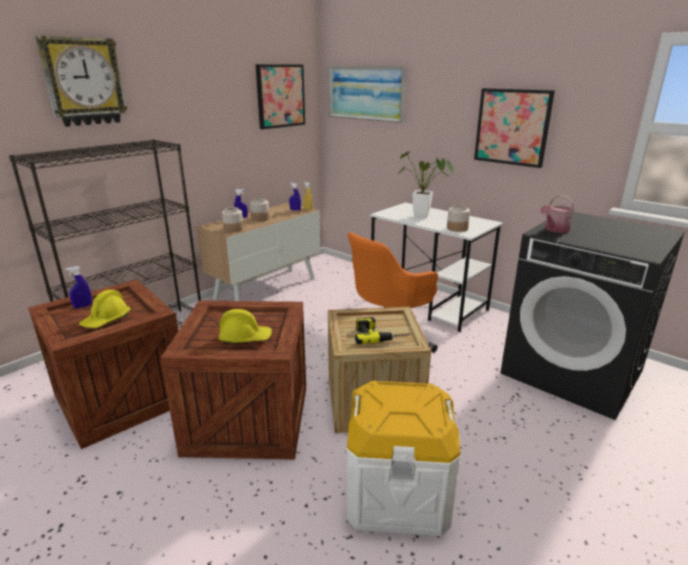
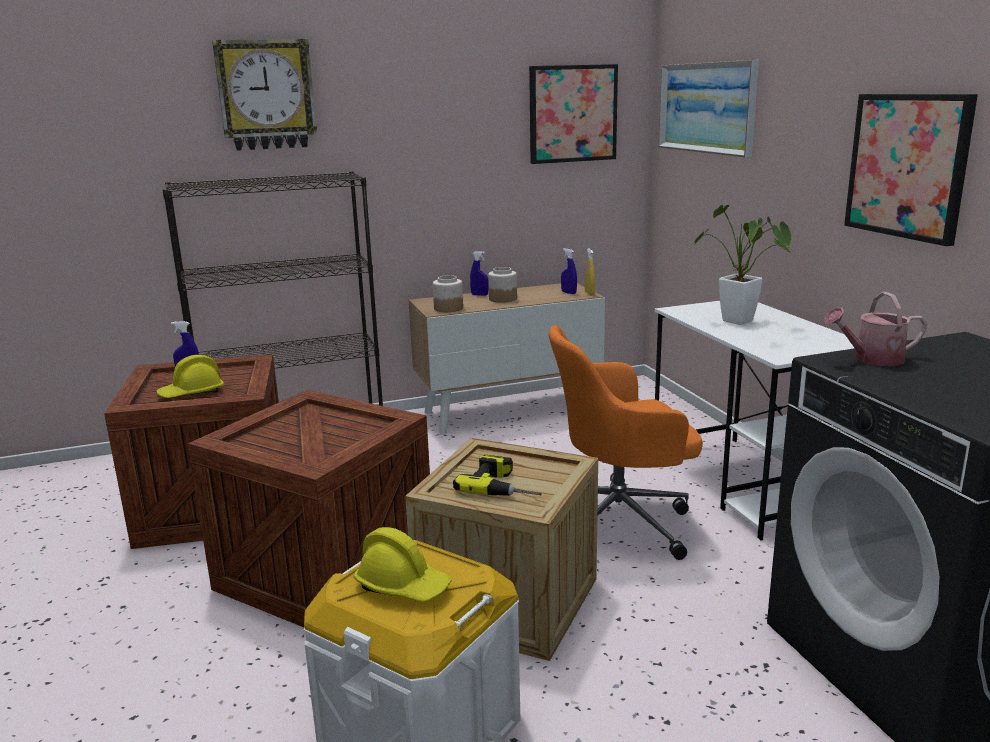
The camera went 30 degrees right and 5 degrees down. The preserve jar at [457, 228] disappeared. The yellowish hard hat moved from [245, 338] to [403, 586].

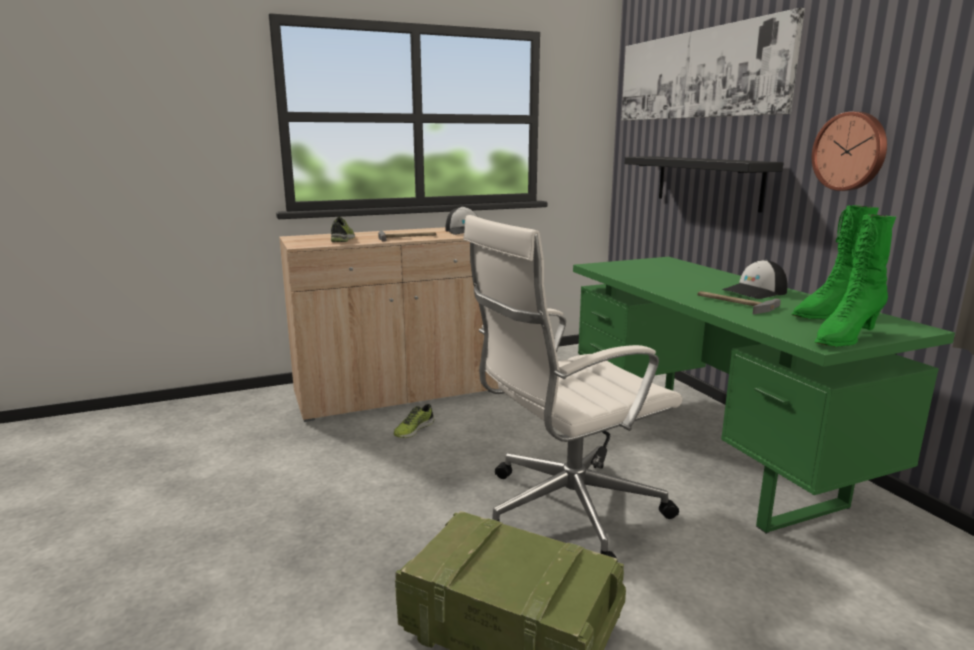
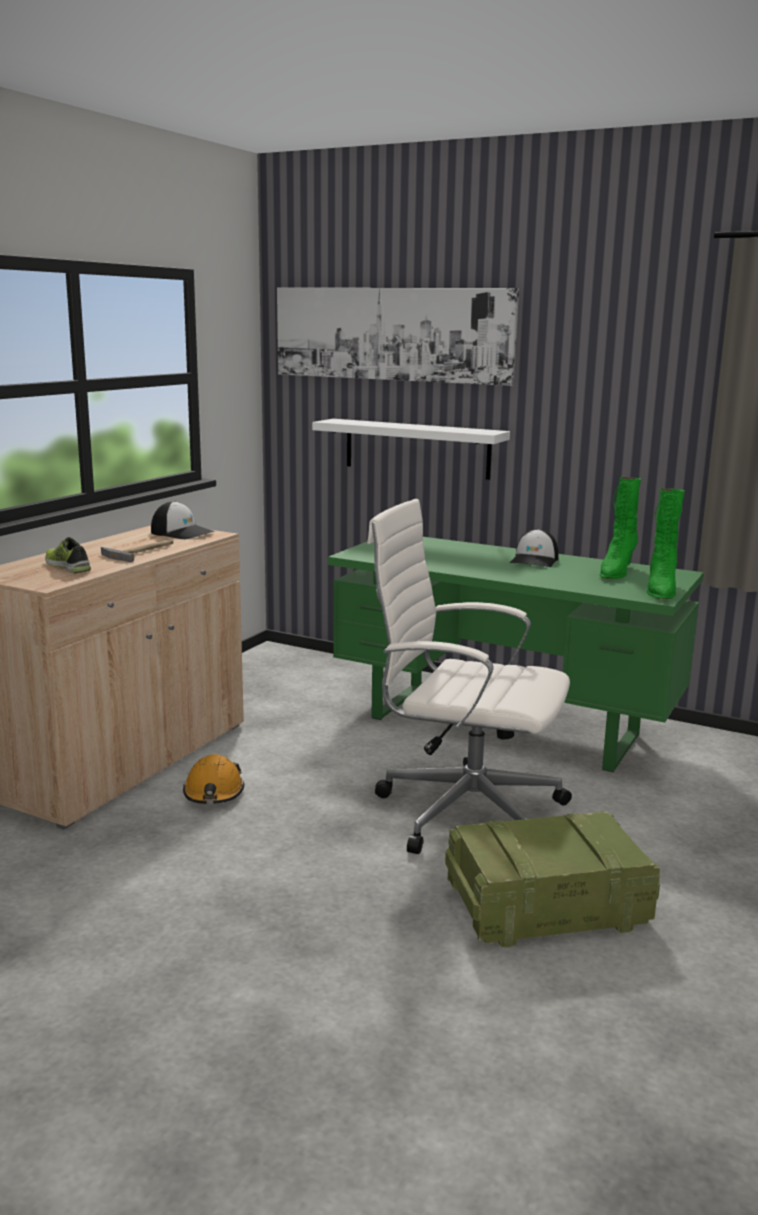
The camera went 40 degrees left and 0 degrees up. The tool hammer at [733, 303] disappeared. The hanging clock at [850, 151] disappeared. The low shoe at [413, 429] was replaced by the orange-coloured hard hat at [214, 793]. The black wall shelf at [708, 182] became the whitish wall shelf at [417, 448]. The whitish office chair at [565, 511] turned 90 degrees clockwise.

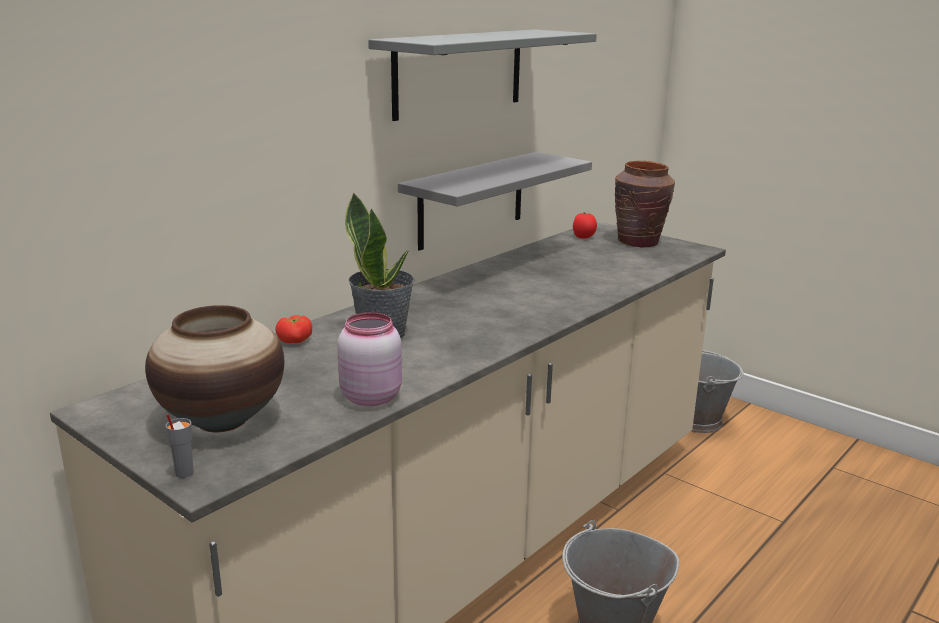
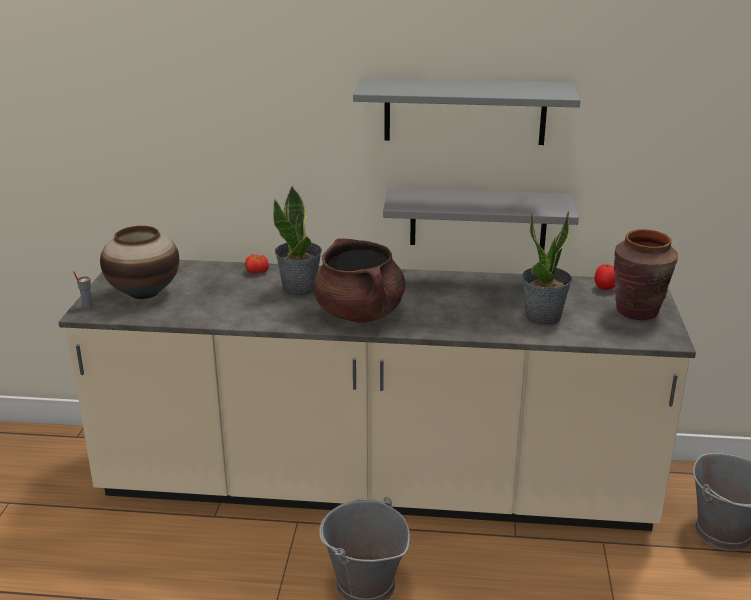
The camera went 55 degrees right and 5 degrees up. The pinkish preserve jar at [370, 396] disappeared. The brownish saucepot at [360, 314] appeared. The potted plant at [543, 317] appeared.

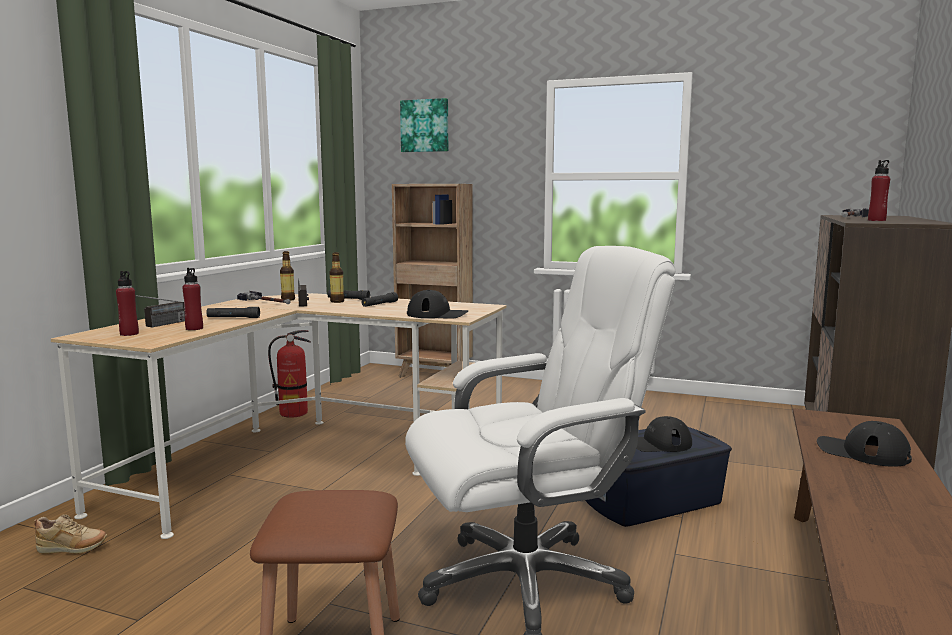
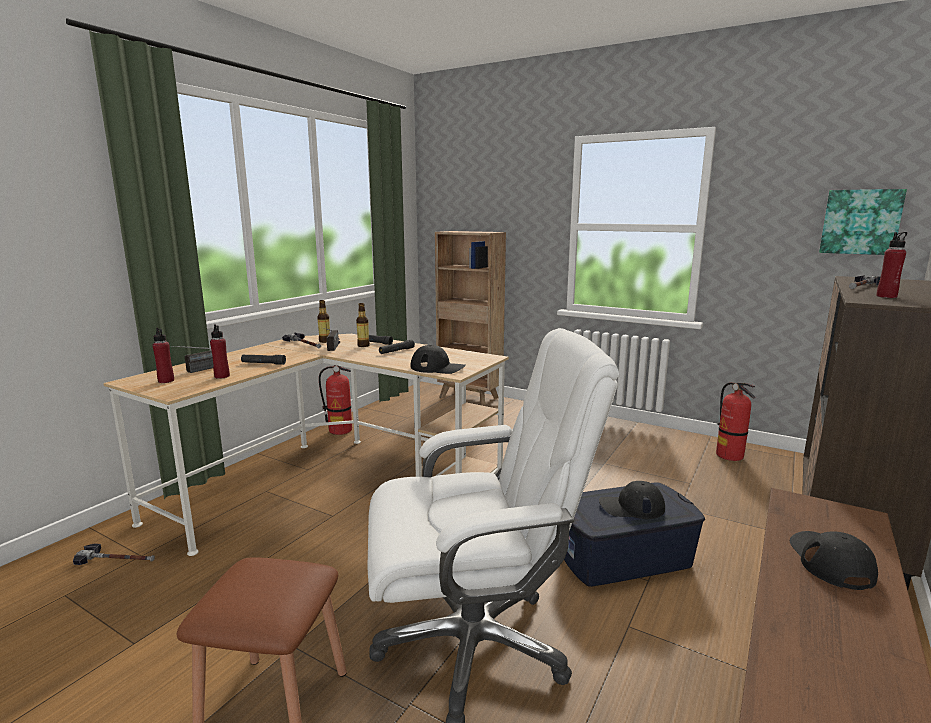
The camera went 10 degrees right and 5 degrees up. The fire extinguisher at [730, 456] appeared. The picture moved from [425, 126] to [860, 222]. The beige-coloured low shoe at [72, 550] was replaced by the tool hammer at [116, 559]. The black cap at [862, 452] turned 45 degrees clockwise.

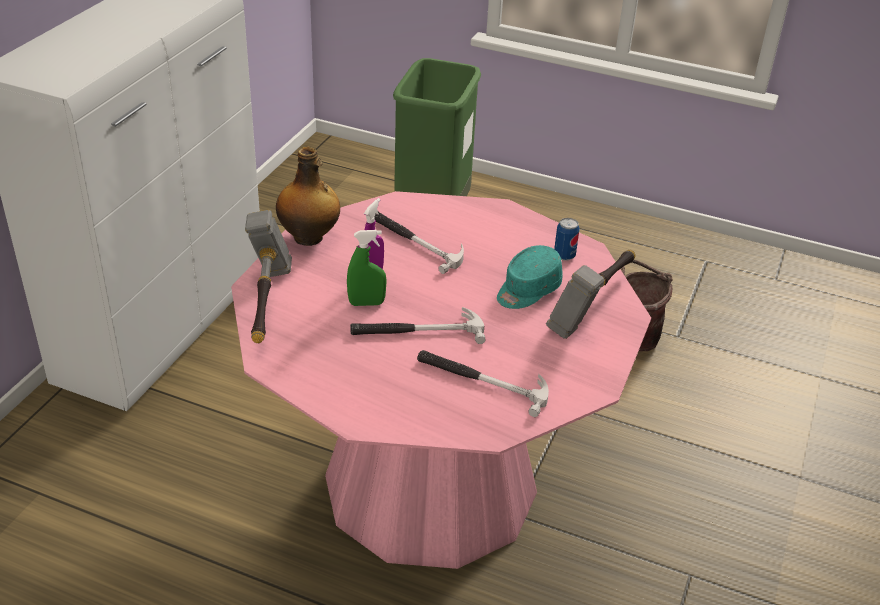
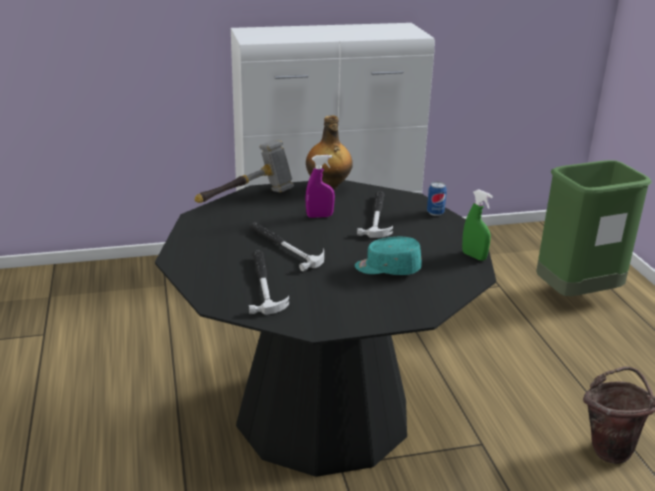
The camera went 55 degrees right and 10 degrees down. The tool hammer at [593, 306] disappeared. The green hand sprayer moved from [366, 303] to [474, 256]. The sealed can moved from [564, 256] to [435, 213]. The pinkish dinner table at [431, 484] became the black dinner table at [323, 413].

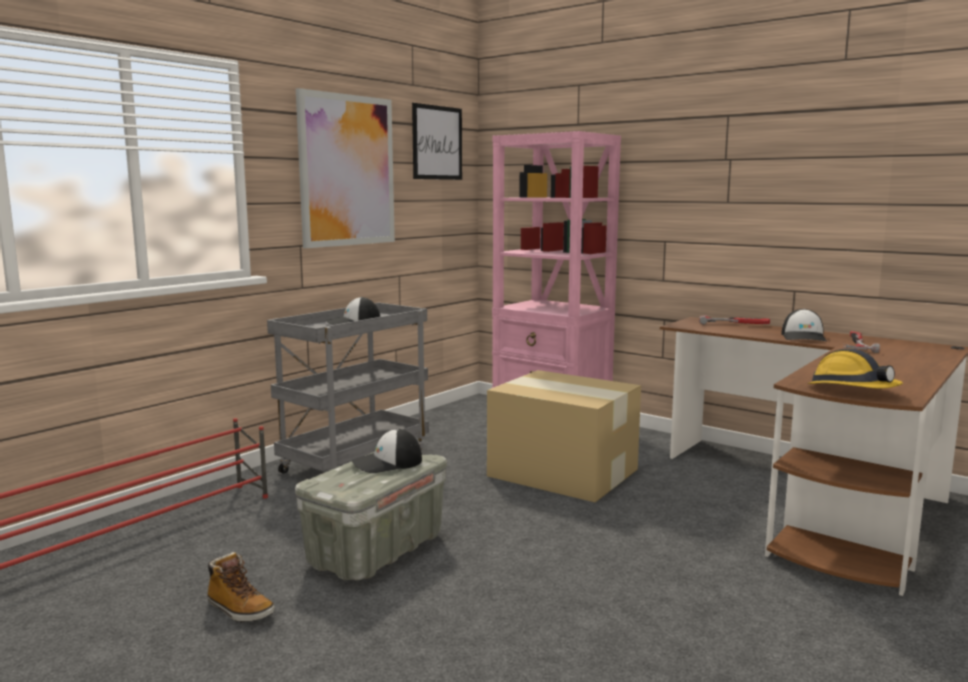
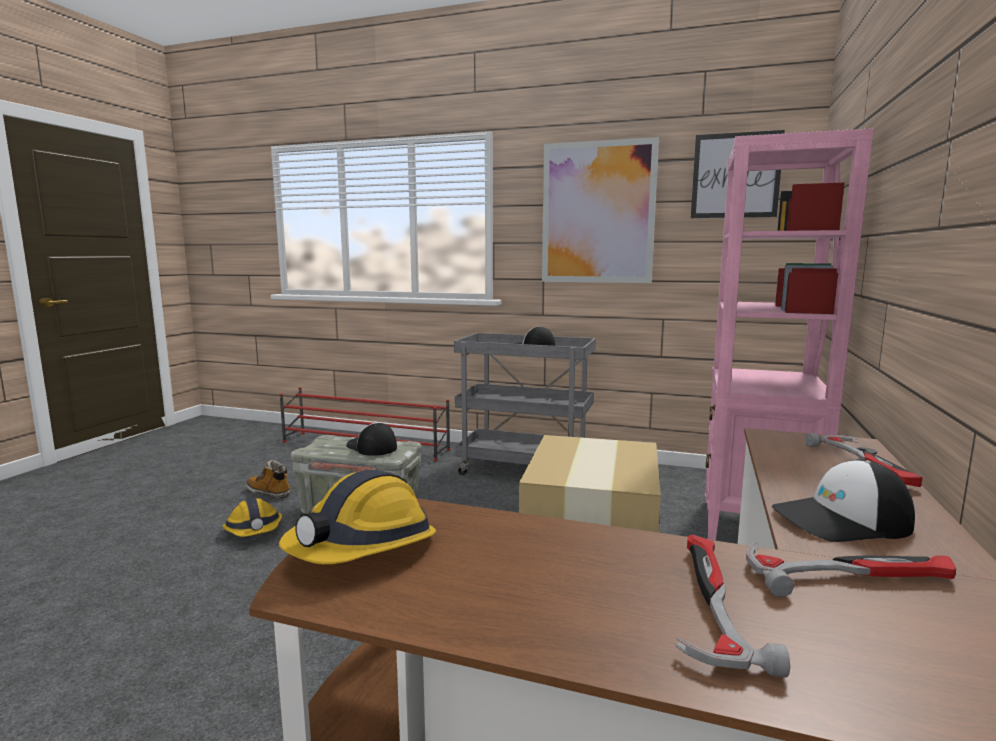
The camera went 70 degrees right and 0 degrees up. The hard hat at [254, 530] appeared. The tool hammer at [708, 602] appeared. The boot at [239, 610] turned 105 degrees clockwise.

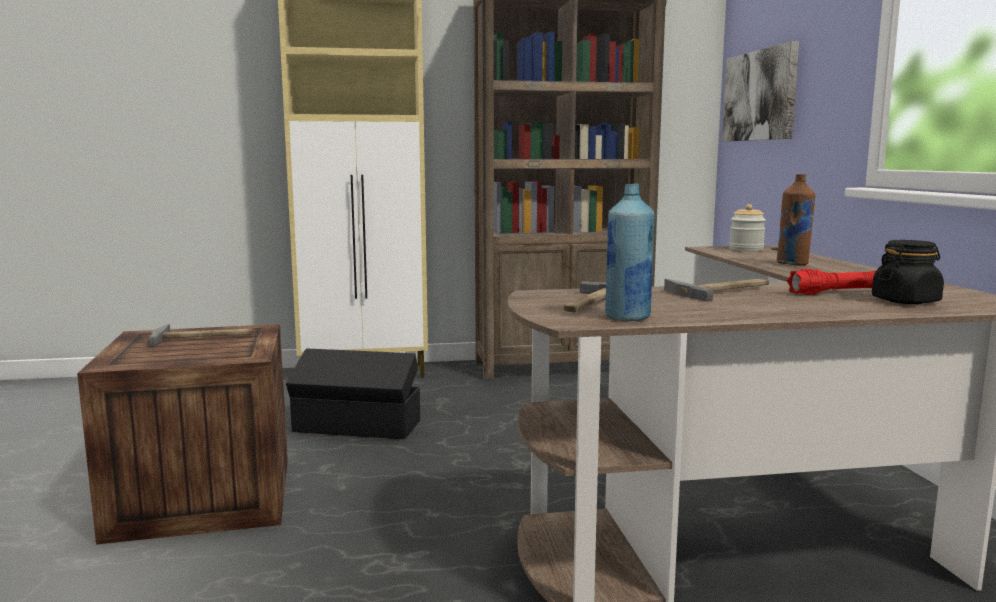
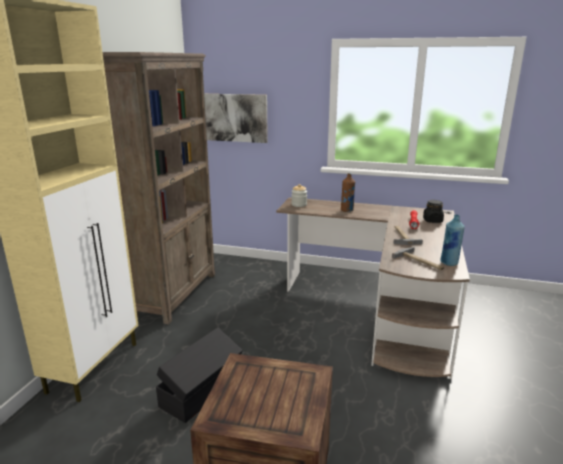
The camera went 65 degrees left and 10 degrees up. The tool hammer at [203, 337] disappeared.

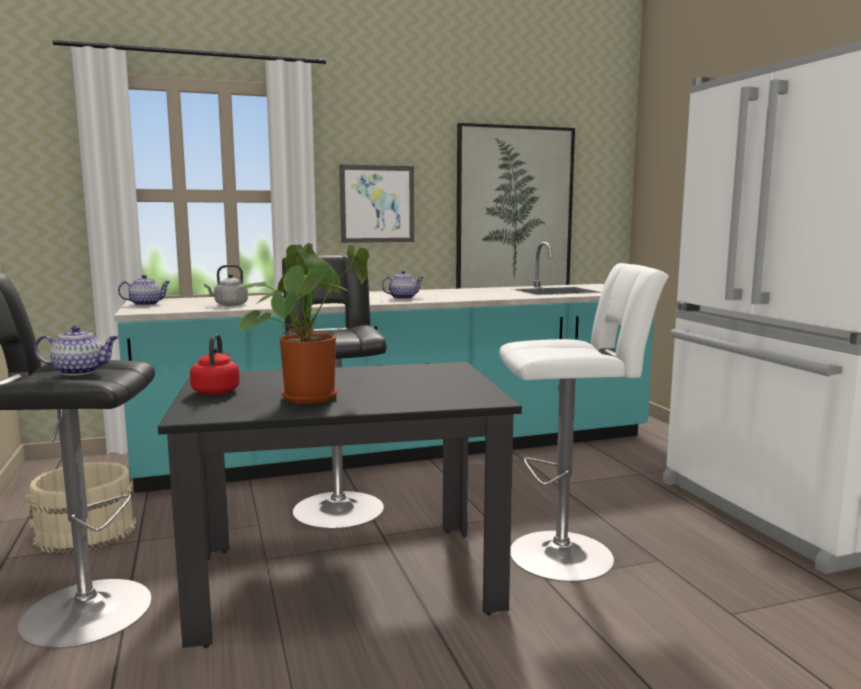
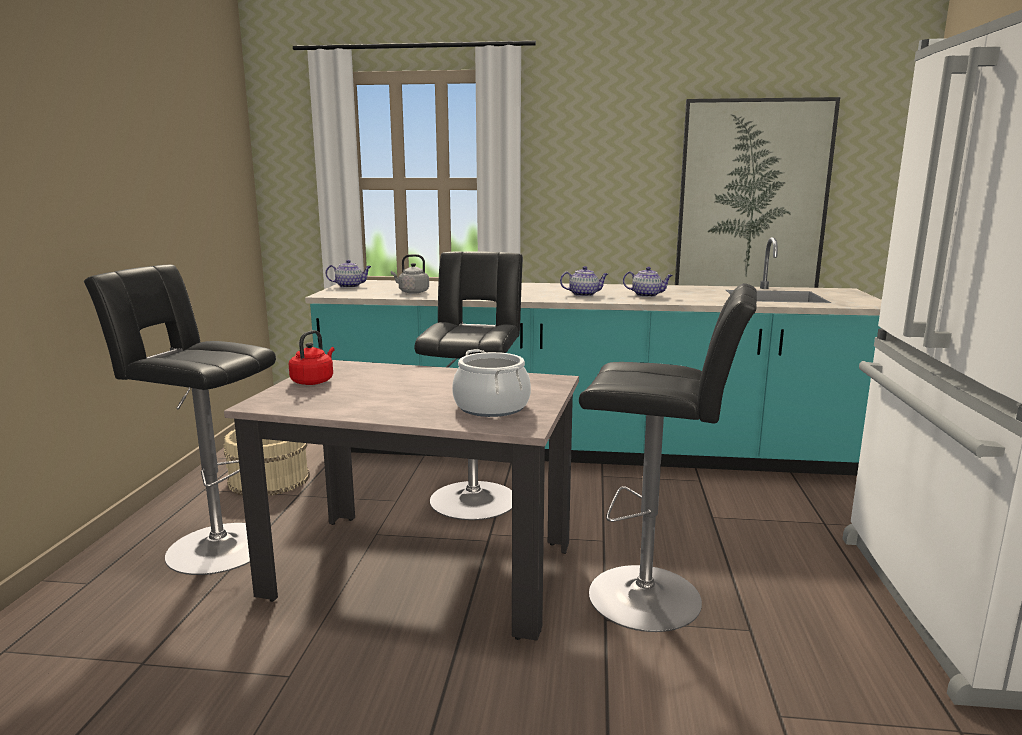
The camera went 25 degrees right and 5 degrees up. The potted plant at [308, 396] disappeared. The picture at [377, 204] disappeared. The saucepot at [492, 407] appeared. The pot for tea moved from [80, 371] to [647, 295]. The black dinner table at [345, 580] became the beige-coloured dinner table at [422, 570]. The whitish sitting stool at [569, 554] became the black sitting stool at [653, 598].

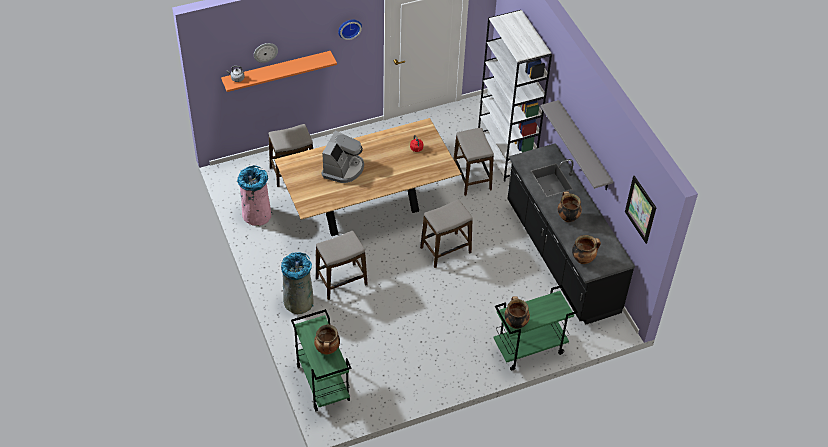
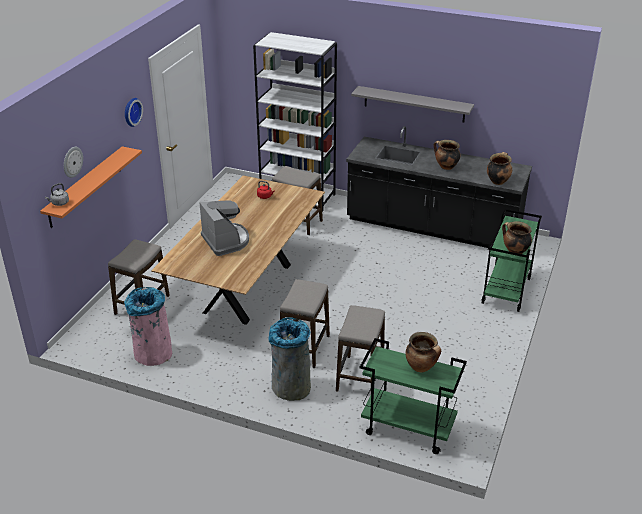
The camera went 45 degrees left and 15 degrees down. The picture at [640, 209] disappeared. The sitting stool moved from [446, 250] to [360, 376].

